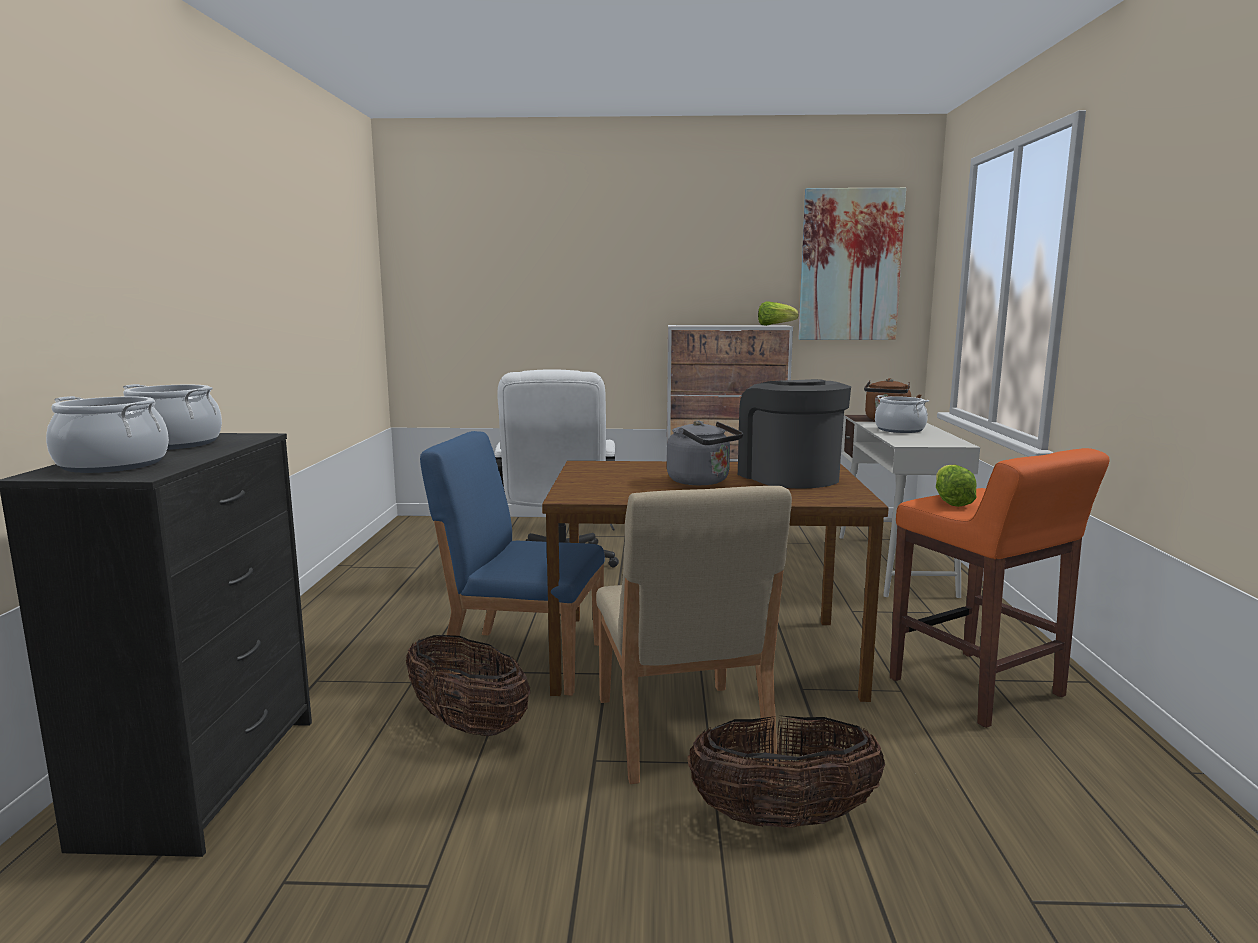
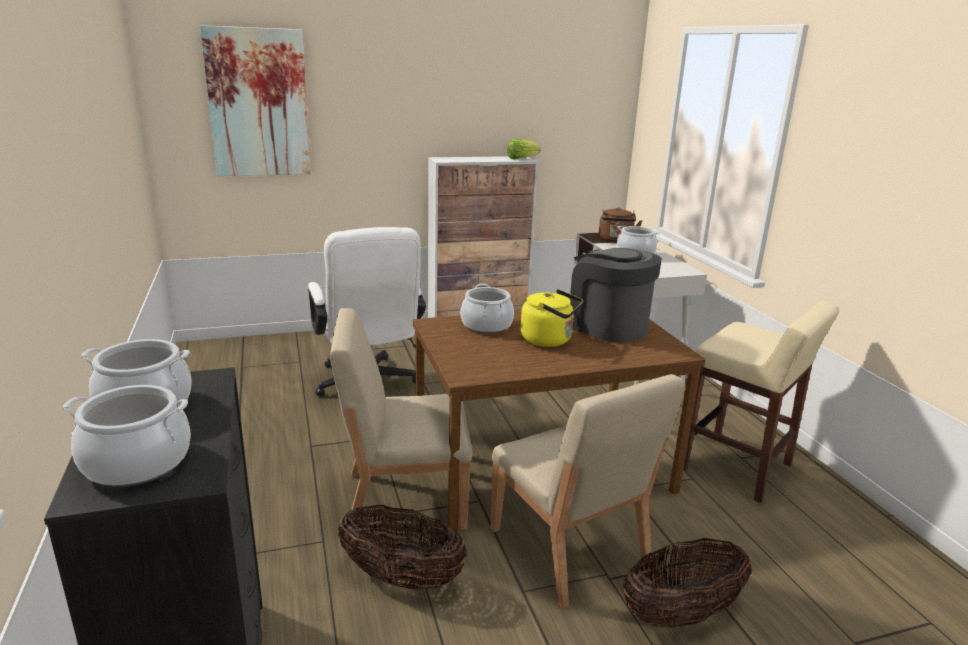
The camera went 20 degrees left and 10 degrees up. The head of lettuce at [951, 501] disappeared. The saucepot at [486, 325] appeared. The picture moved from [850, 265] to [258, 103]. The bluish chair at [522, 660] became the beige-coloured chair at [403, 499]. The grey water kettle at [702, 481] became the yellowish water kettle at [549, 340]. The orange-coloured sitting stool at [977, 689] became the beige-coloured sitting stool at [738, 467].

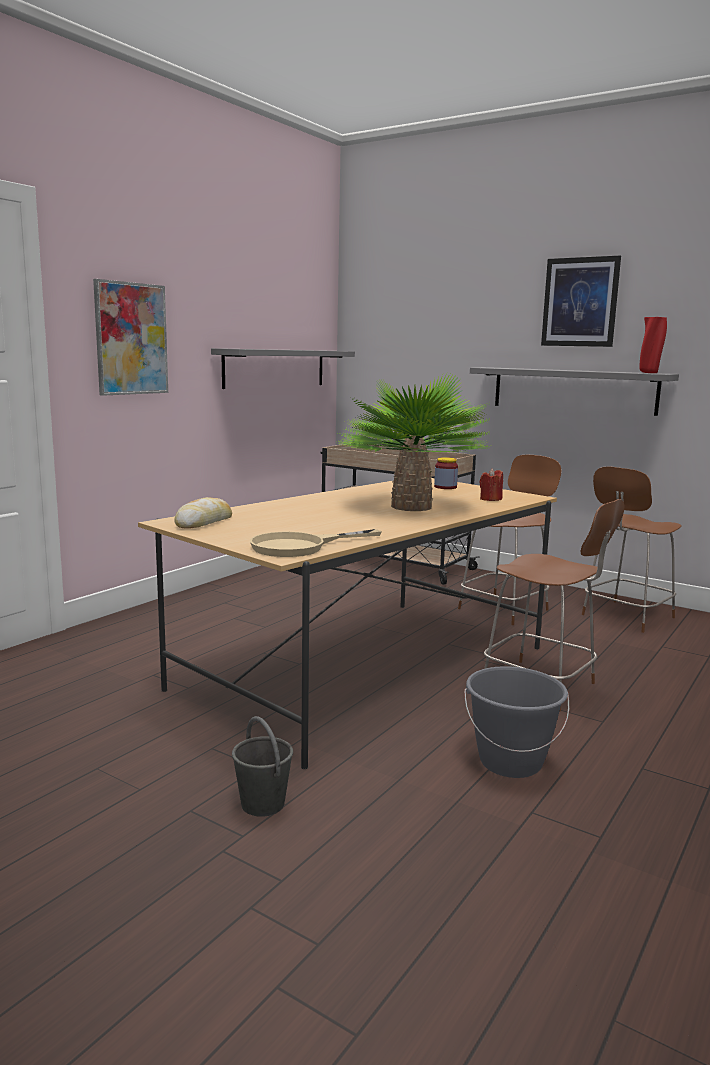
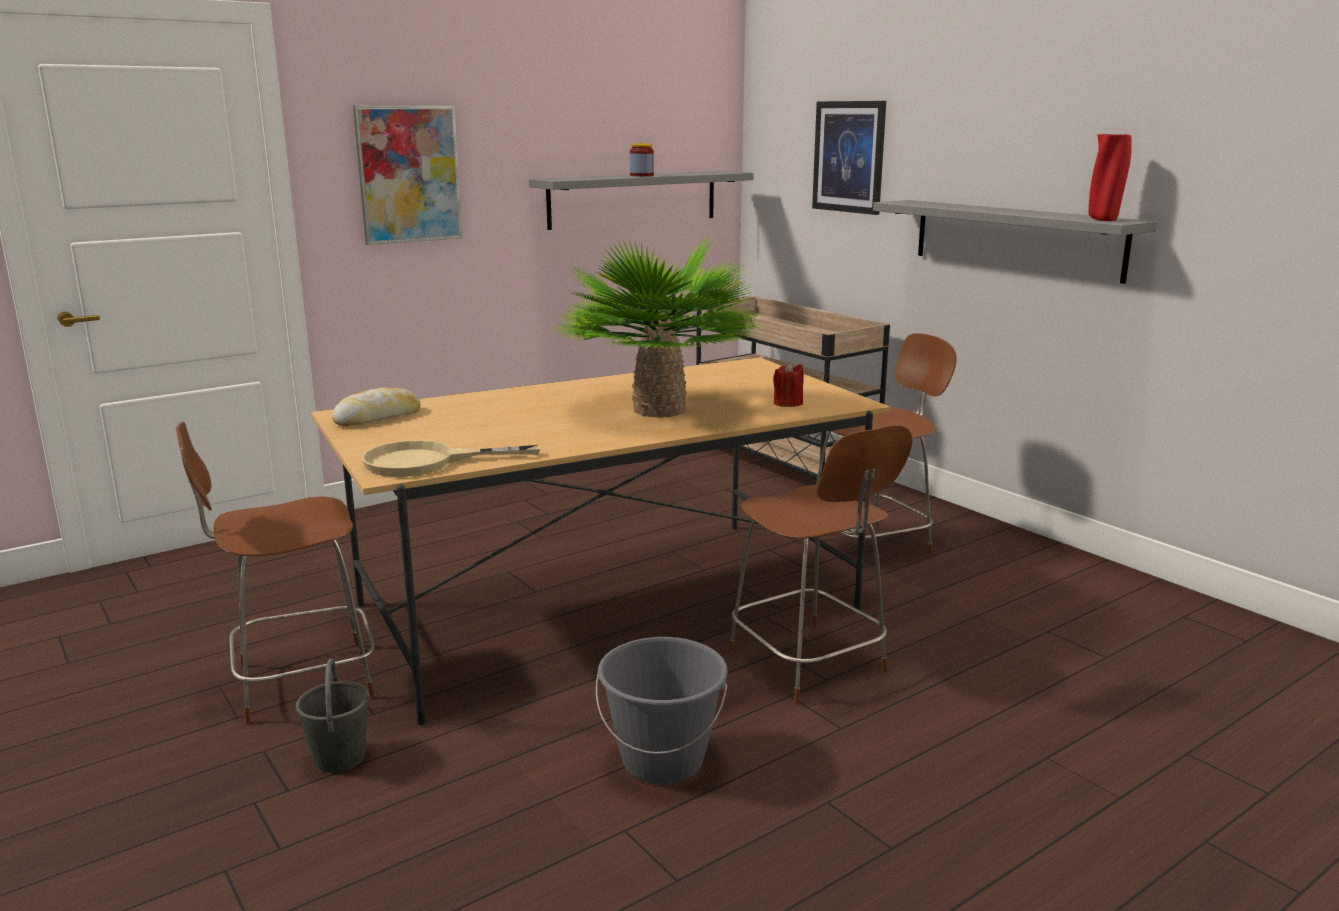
The camera went 20 degrees right and 5 degrees up. The preserve jar moved from [445, 487] to [641, 175]. The picture moved from [580, 302] to [849, 157]. The brownish chair moved from [626, 617] to [299, 682].

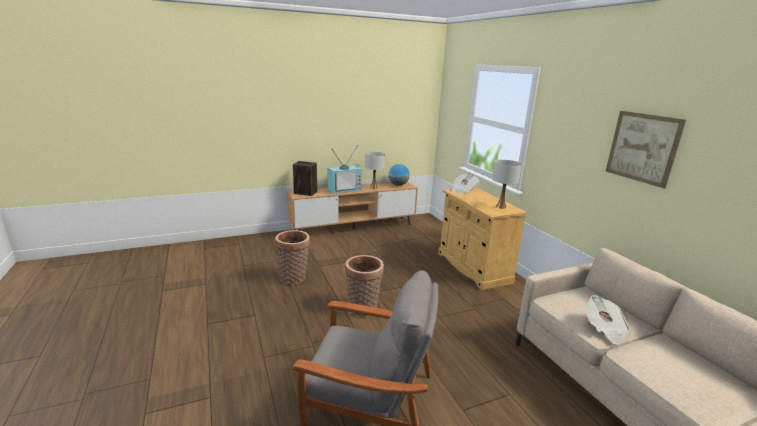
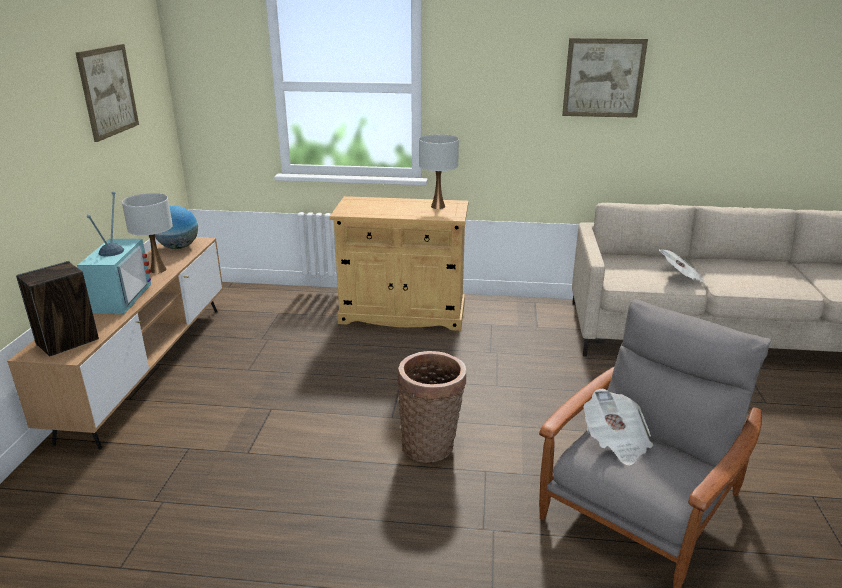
The camera went 60 degrees left and 5 degrees up. The basket at [294, 278] disappeared. The picture at [108, 91] appeared. The newspaper moved from [463, 190] to [615, 441].

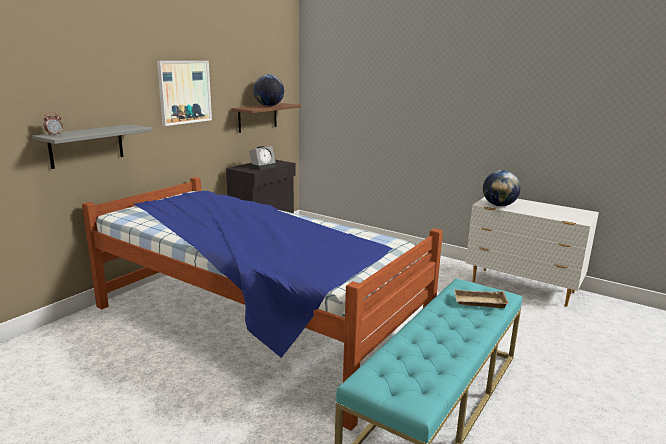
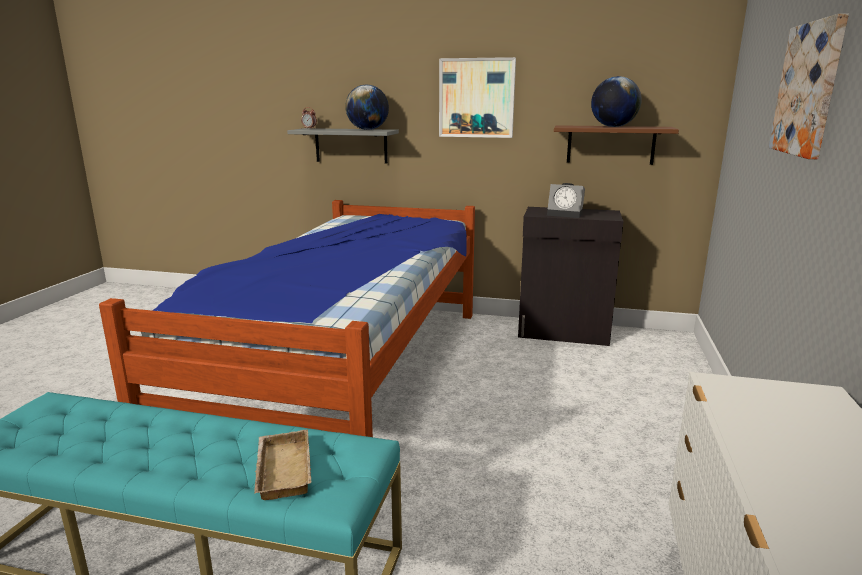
The camera went 70 degrees right and 0 degrees up. The picture at [809, 89] appeared. The globe moved from [499, 205] to [368, 129].

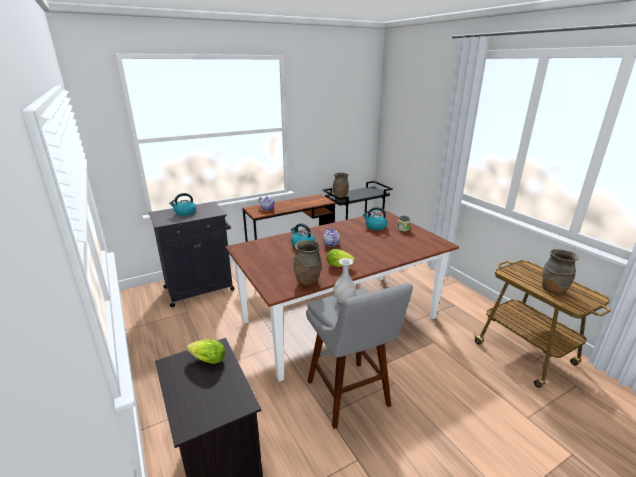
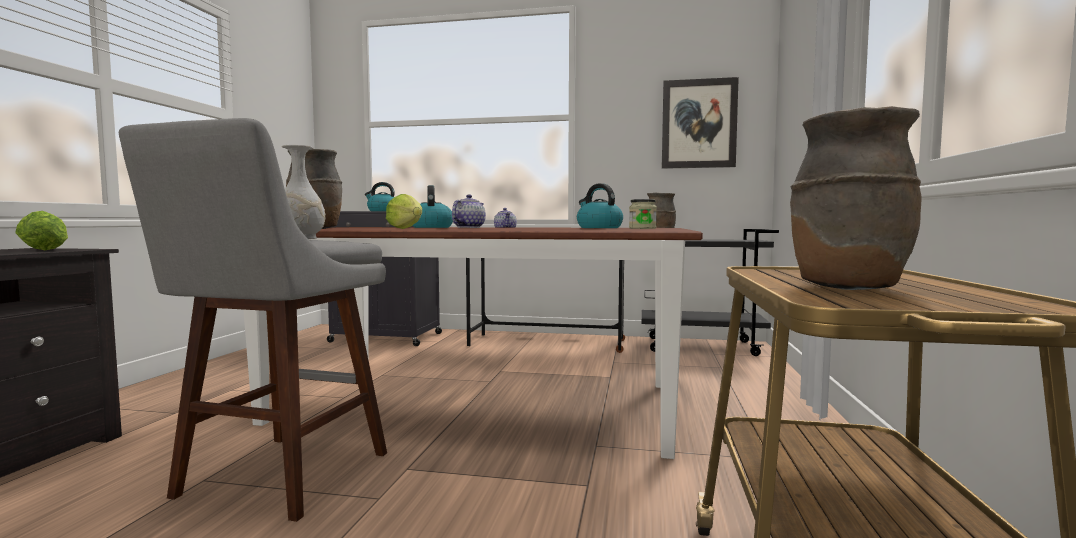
The camera went 40 degrees right and 20 degrees down. The picture at [699, 124] appeared.

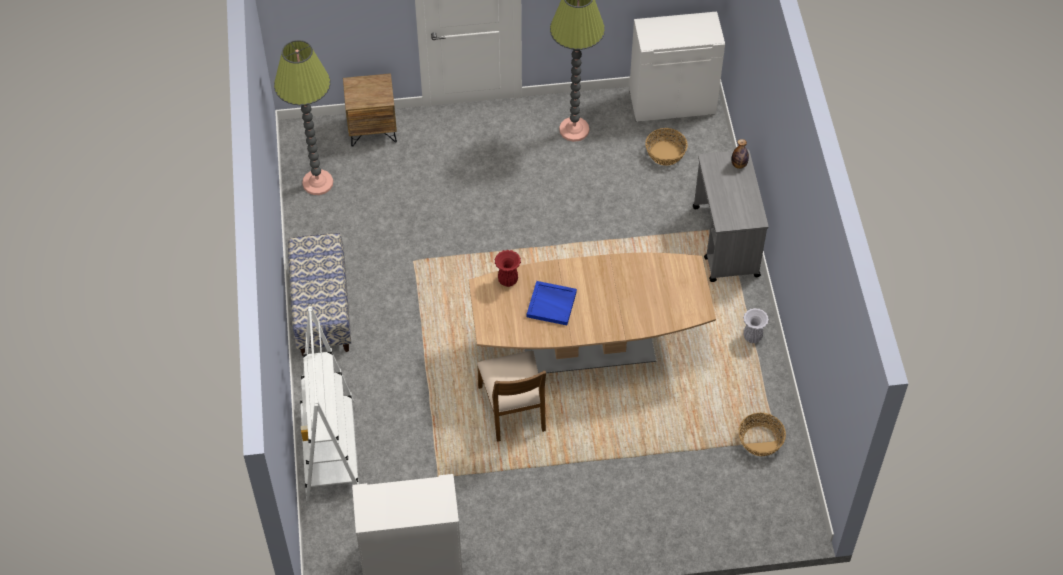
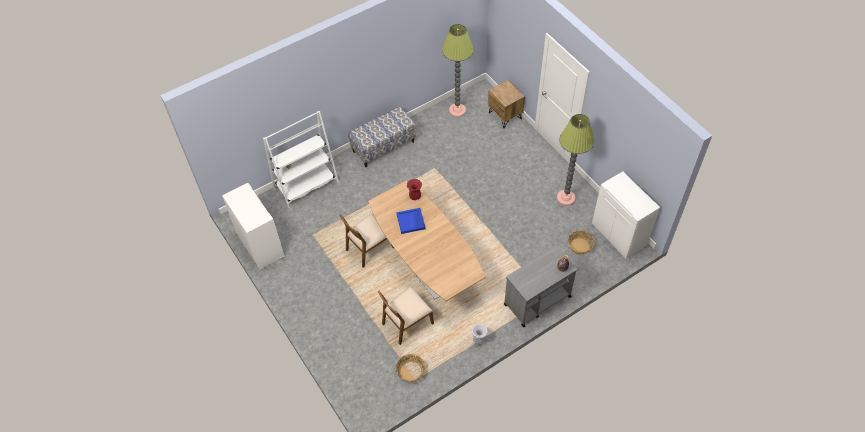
The camera went 65 degrees right and 0 degrees up. The brownish chair at [407, 323] appeared.

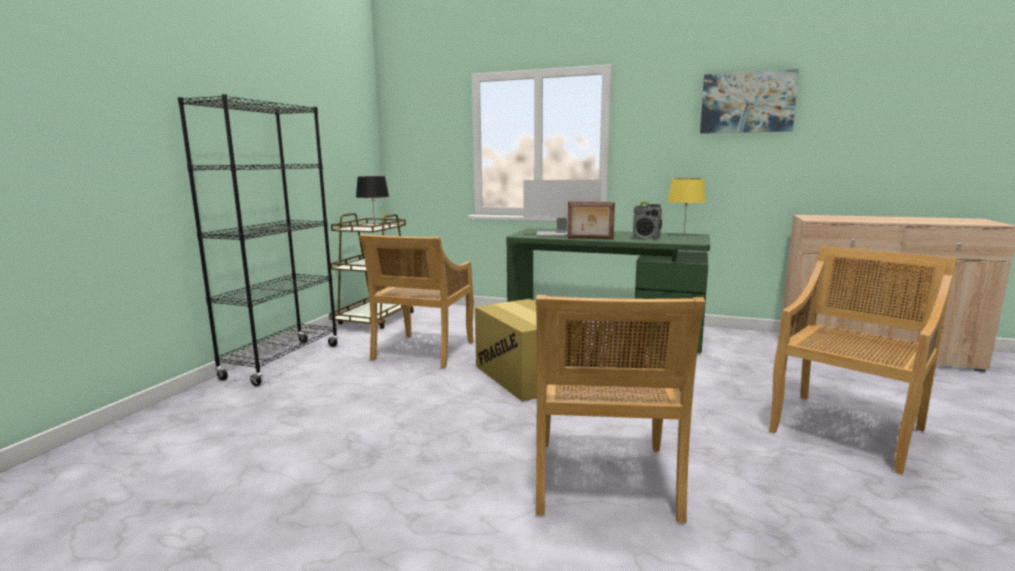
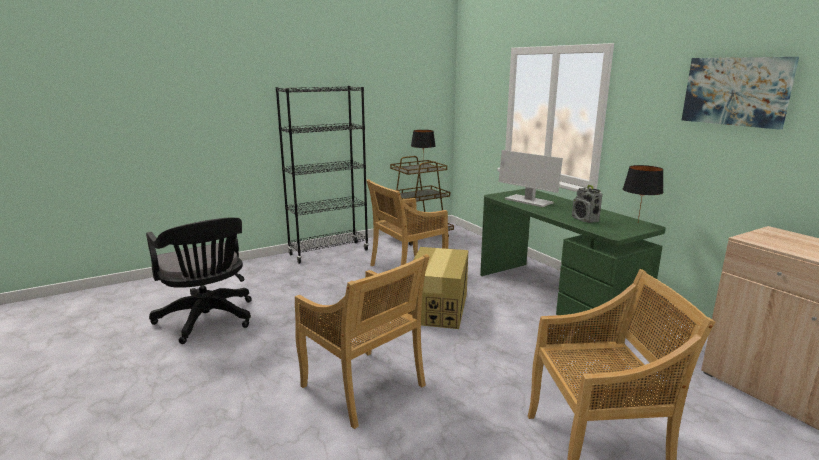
The camera went 40 degrees right and 5 degrees up. The standing frame at [590, 239] disappeared. The black office chair at [208, 320] appeared. The yellowish tabletop lamp at [684, 234] became the black tabletop lamp at [638, 223]. The beige-coloured chair at [604, 481] turned 90 degrees counterclockwise.

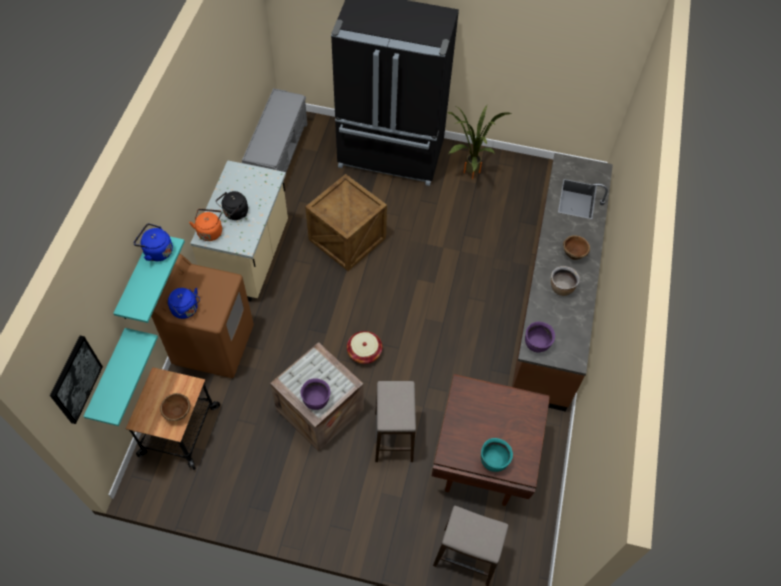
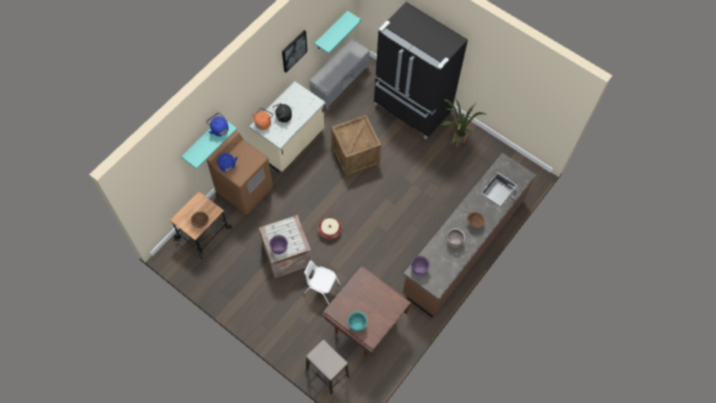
The camera went 25 degrees right and 5 degrees up. The picture moved from [75, 379] to [294, 51]. The turquoise wall shelf moved from [108, 377] to [331, 31]. The sitting stool at [393, 437] was replaced by the whitish chair at [321, 288].

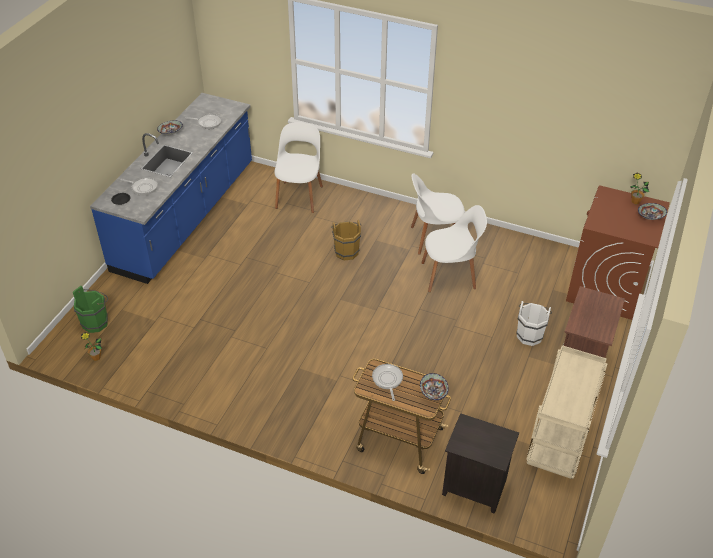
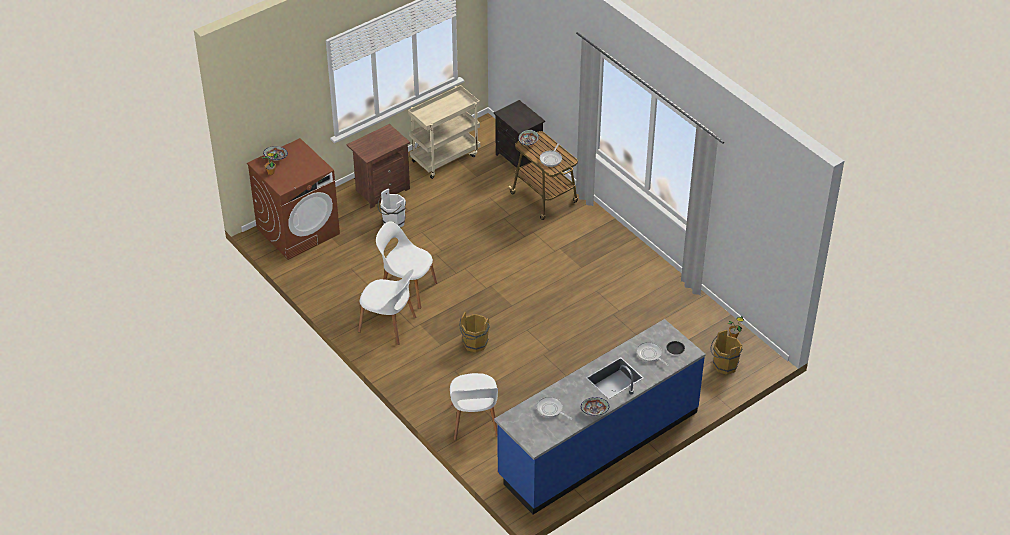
The camera went 150 degrees left and 0 degrees up. The green bucket at [97, 322] became the brownish bucket at [723, 366]. The whitish chair at [299, 196] turned 45 degrees counterclockwise.

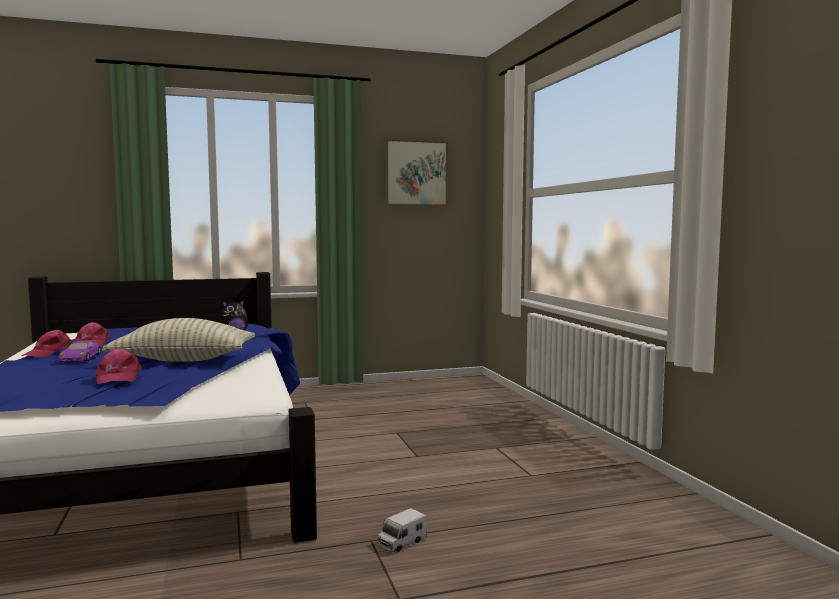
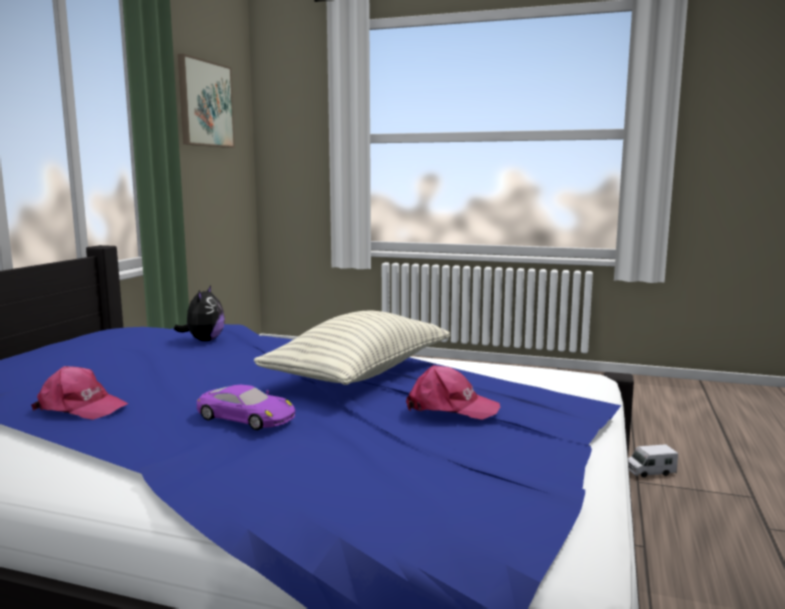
The camera went 55 degrees left and 5 degrees up. The pinkish cap at [49, 353] disappeared. The model truck at [401, 542] turned 90 degrees clockwise.

